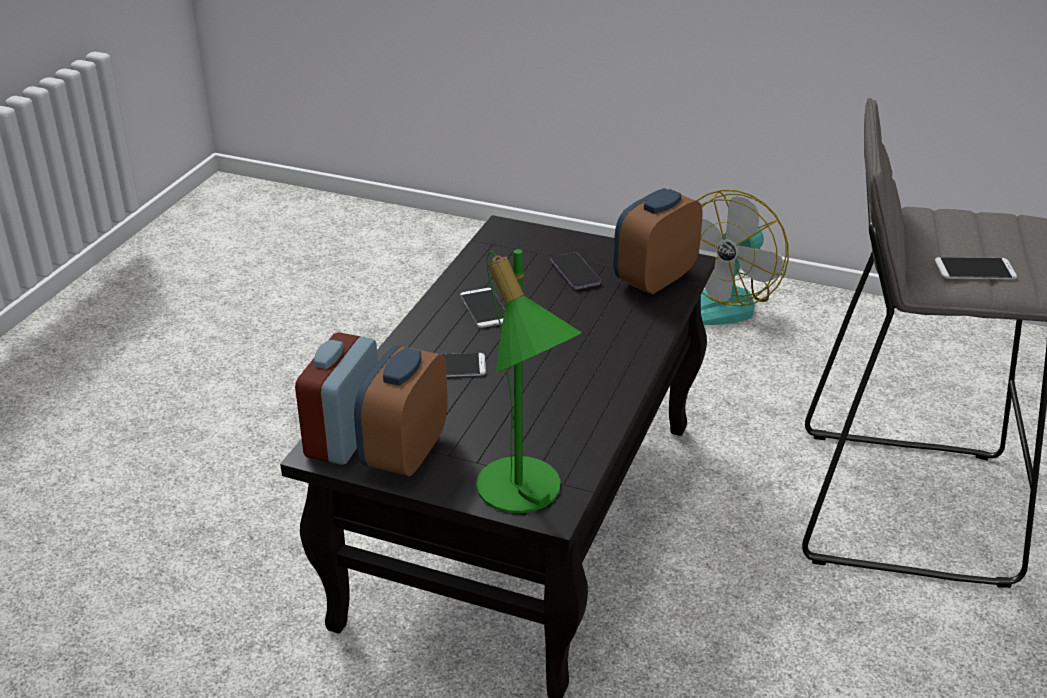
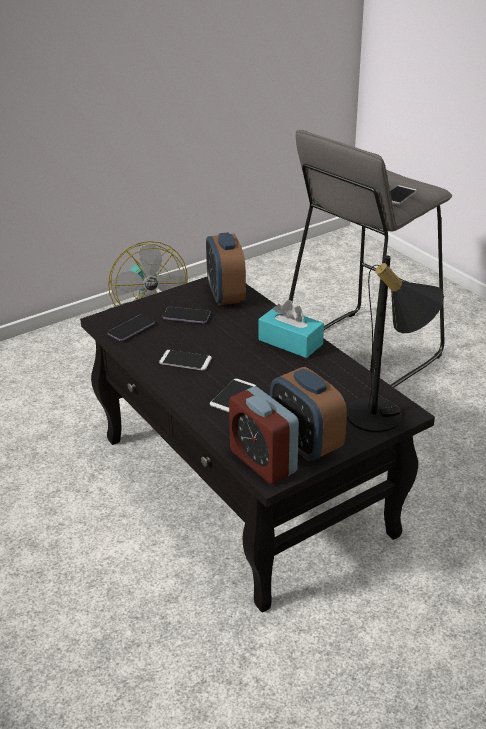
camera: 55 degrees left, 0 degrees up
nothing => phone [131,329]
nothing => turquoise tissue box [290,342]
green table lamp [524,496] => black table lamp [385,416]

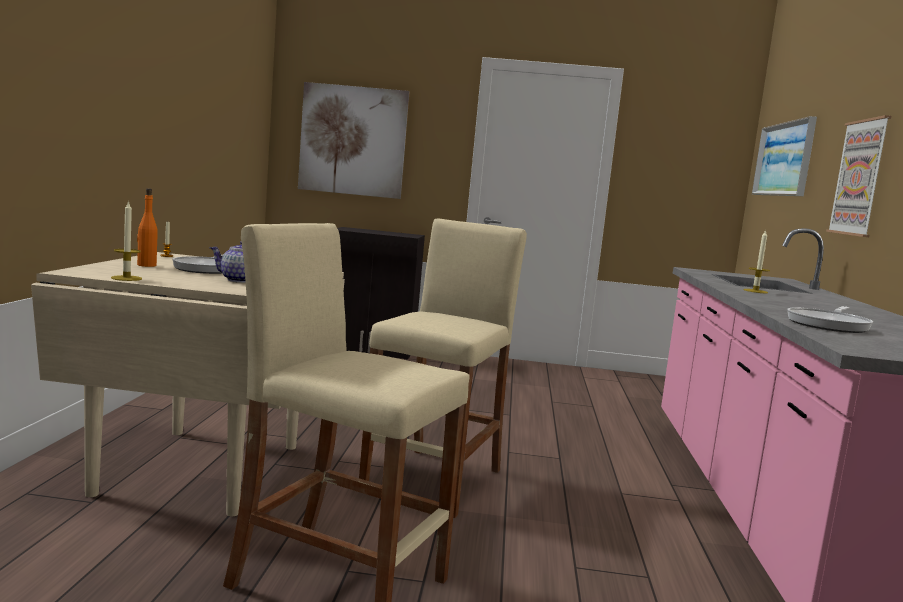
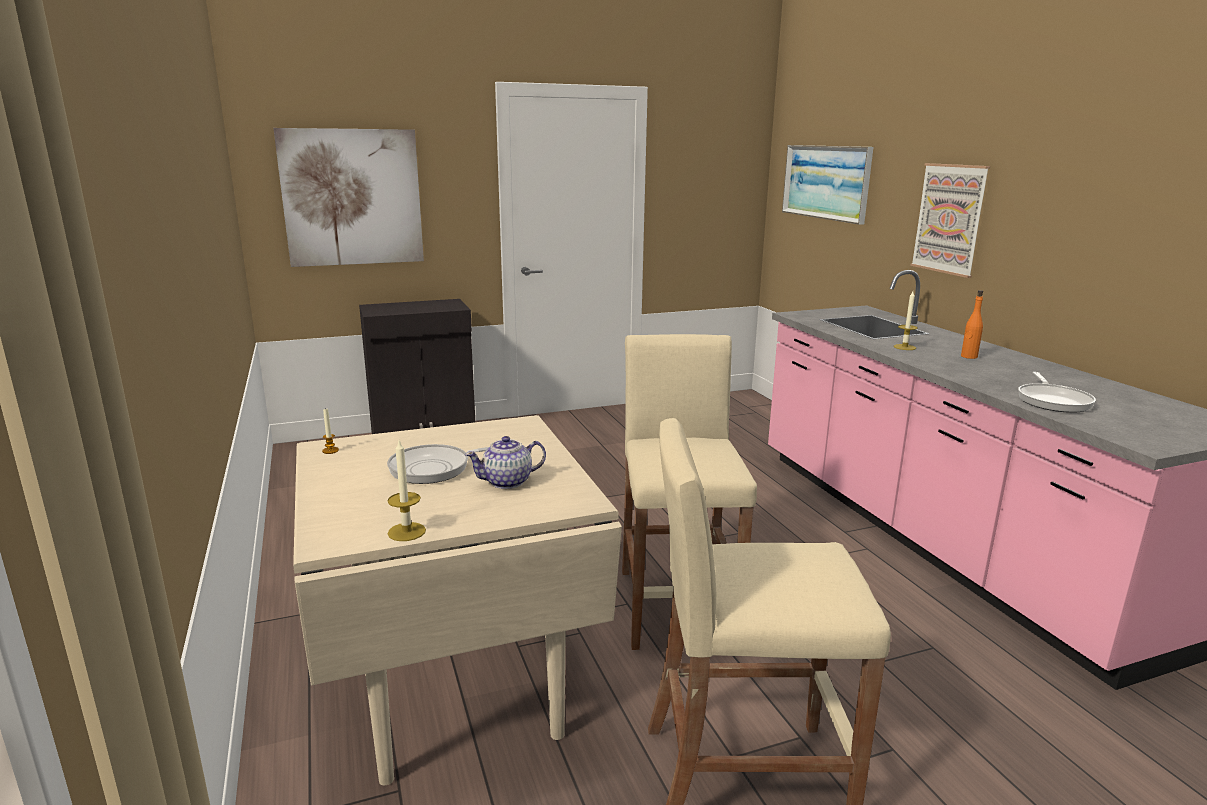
camera: 25 degrees left, 10 degrees up
orange bottle [146,265] => orange bottle [968,356], move

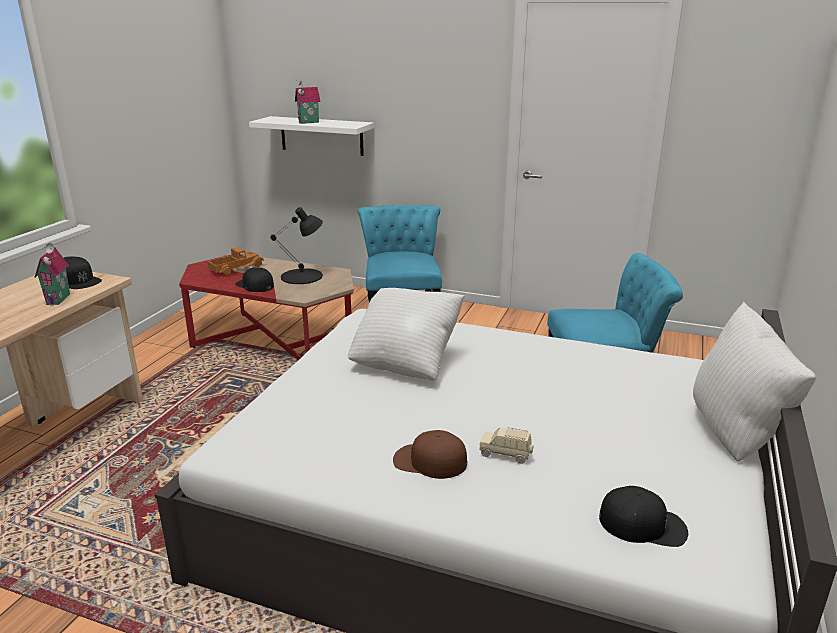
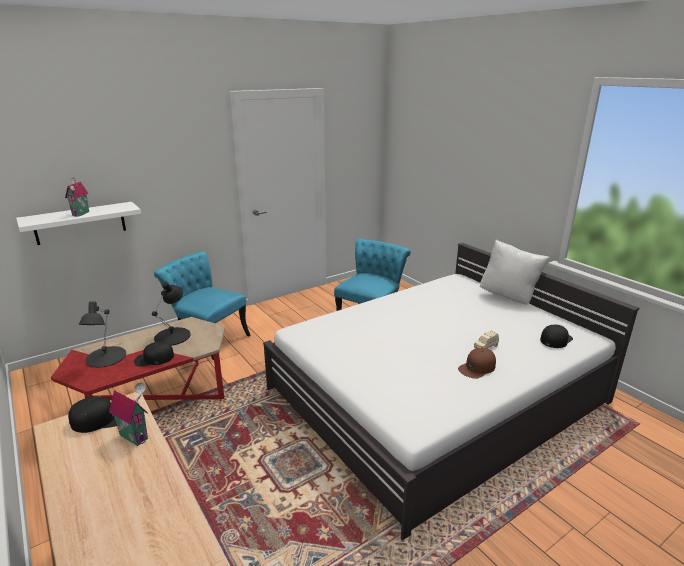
camera: 55 degrees left, 0 degrees up
white pillow [406,361] => nothing
toy truck [236,268] => black table lamp [105,357]

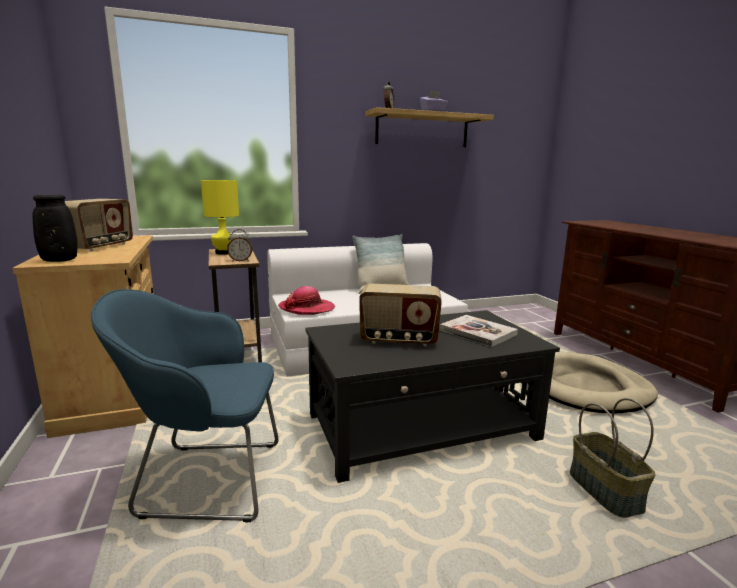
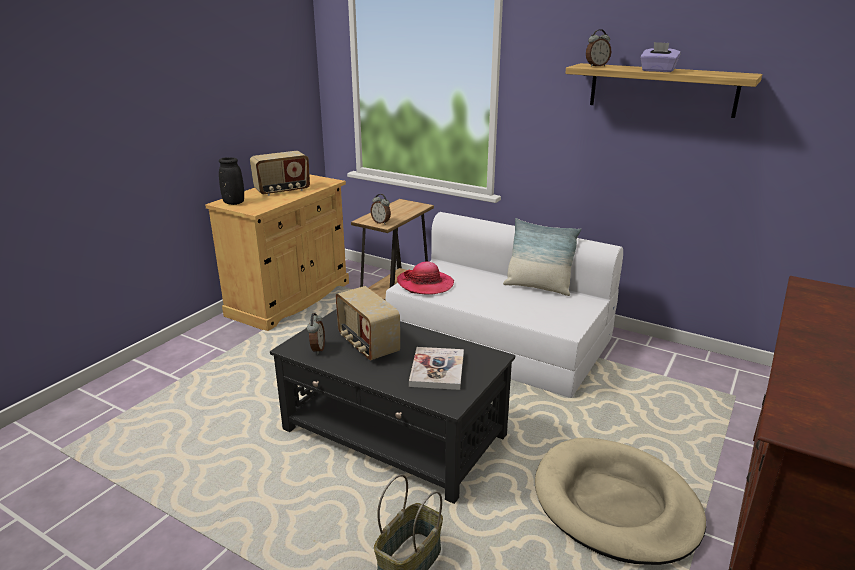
camera: 50 degrees right, 10 degrees up
blue armchair [205,479] => nothing
yellow table lamp [224,253] => nothing
nothing => alarm clock [317,349]

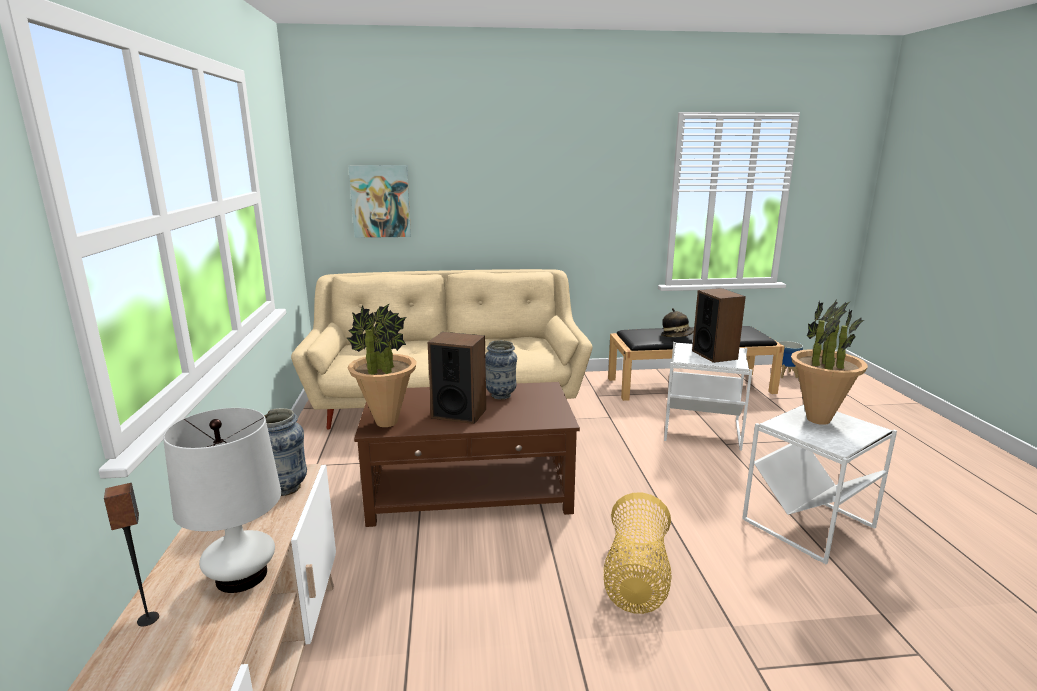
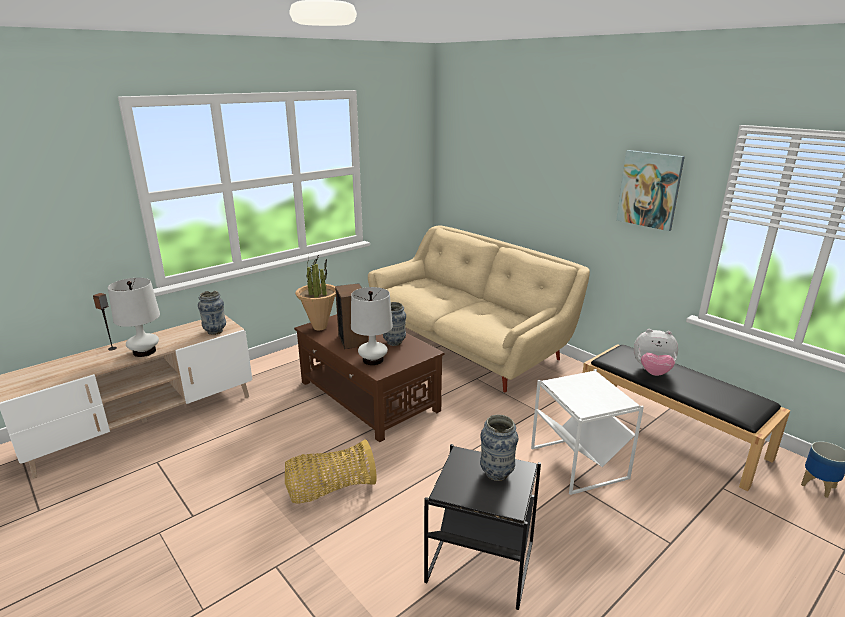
camera: 55 degrees right, 5 degrees up
speaker [714,355] => nothing
nothing => white table lamp [373,360]
picture [380,201] => picture [649,189], move
hat [677,336] => plush toy [652,372]
potted plant [817,419] => vase [496,473]
white side table [809,524] => black side table [481,563]

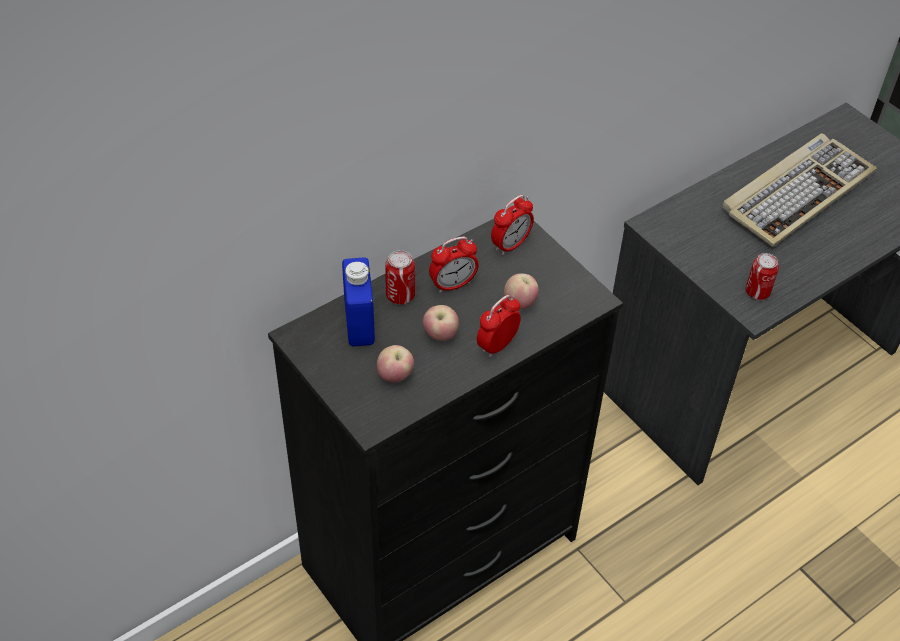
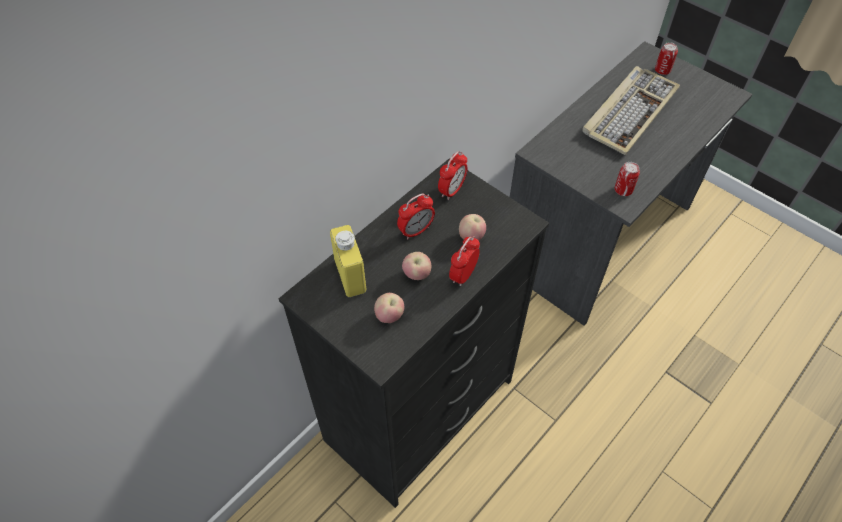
camera: 10 degrees left, 5 degrees up
can [400,295] => can [662,70], move
blue bottle [359,323] => yellow bottle [350,276]

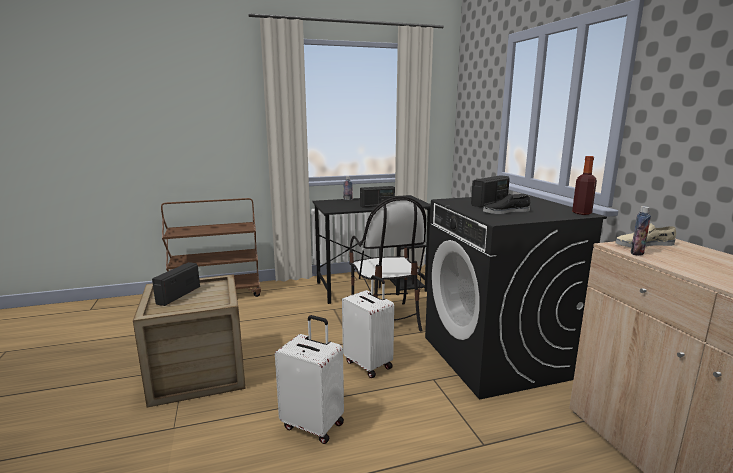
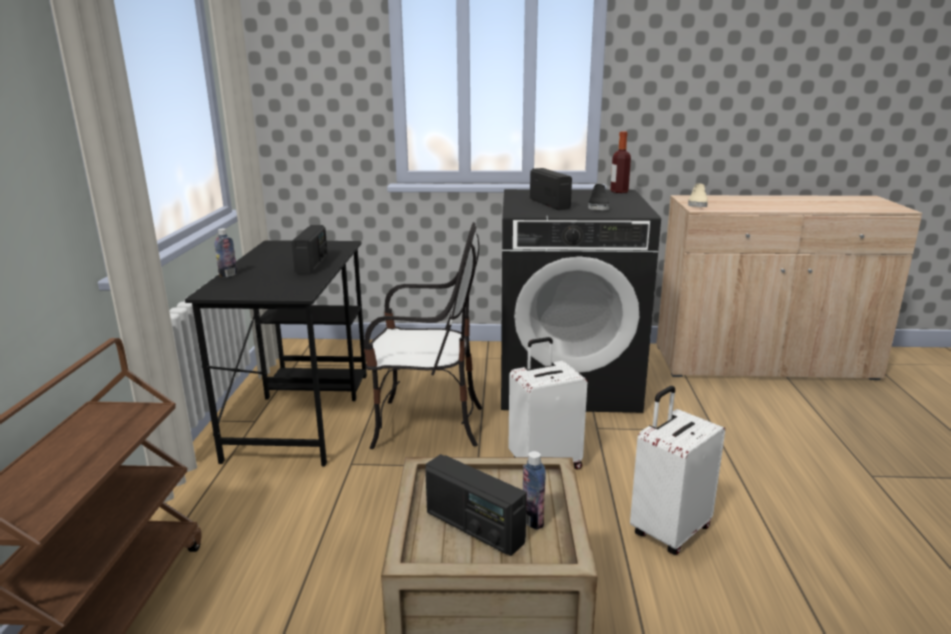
camera: 70 degrees left, 5 degrees up
bottle [637,253] => bottle [532,521], move

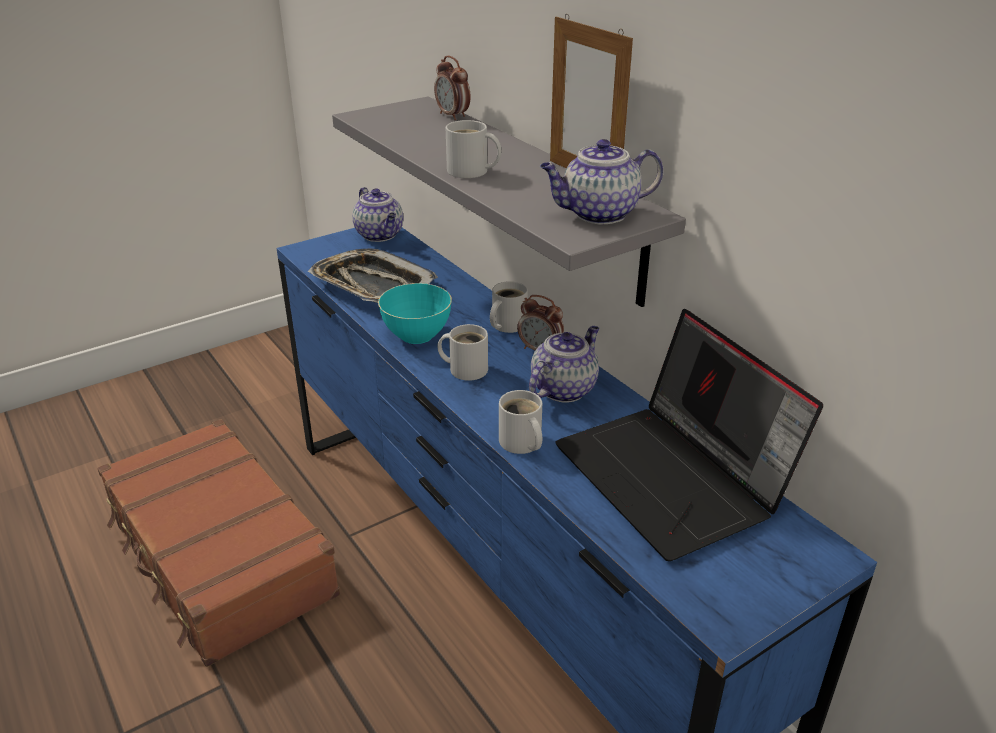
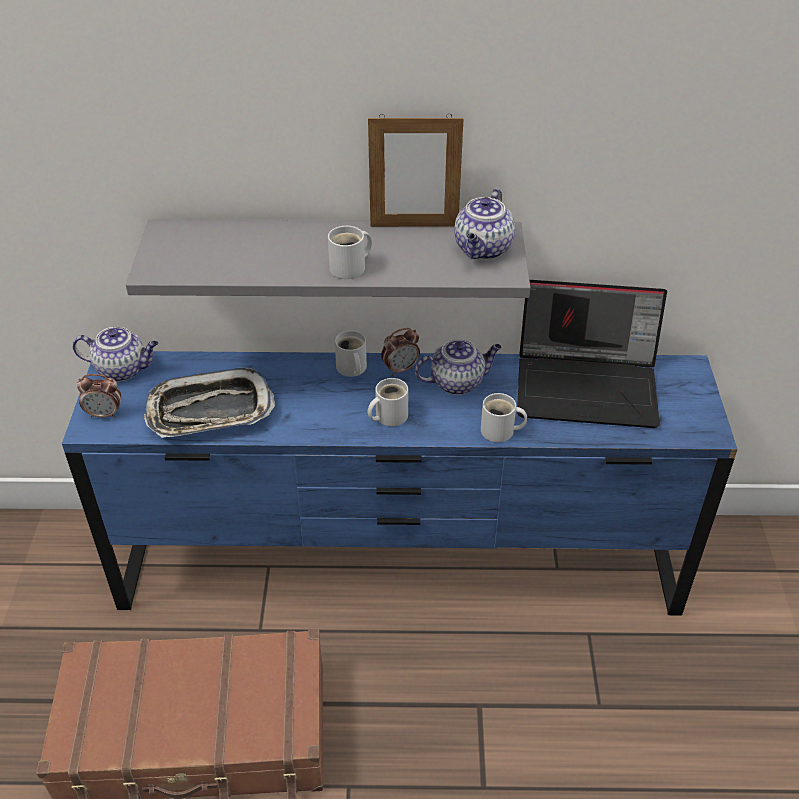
camera: 55 degrees left, 10 degrees up
turquoise bowl [417,335] => nothing
alarm clock [453,116] => alarm clock [105,414], move
teapot [563,388] => teapot [458,382], 90 degrees clockwise

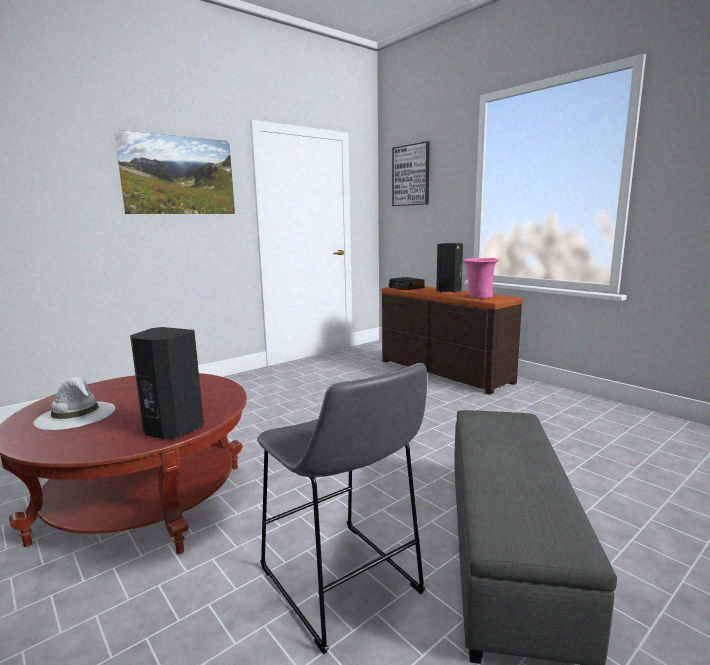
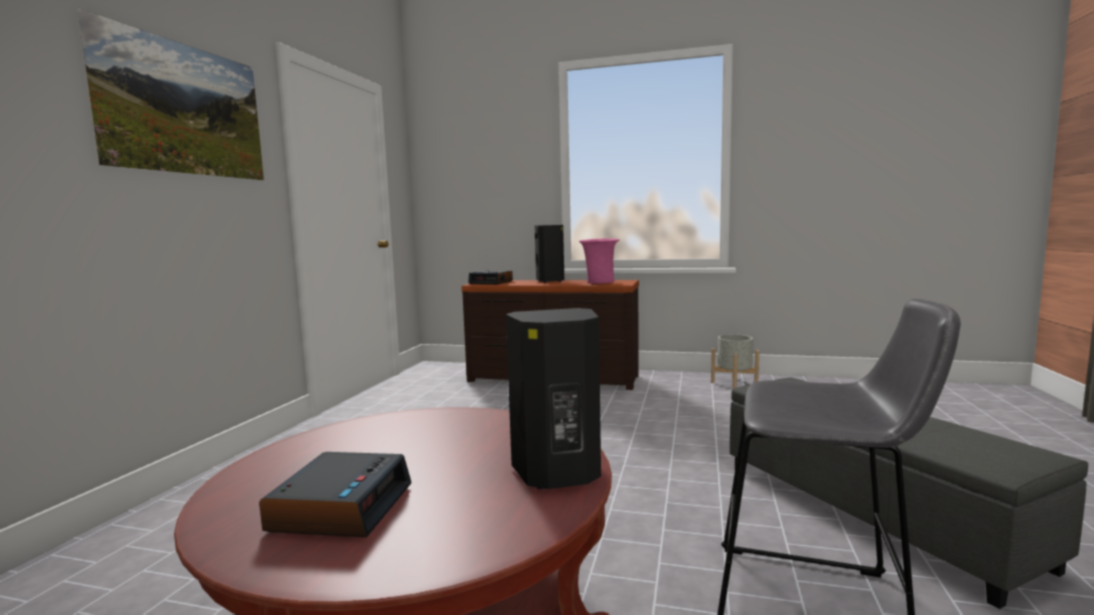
camera: 35 degrees left, 5 degrees down
picture [411,175] => nothing
nothing => grey planter [734,383]
white hat [76,415] => alarm clock [341,507]

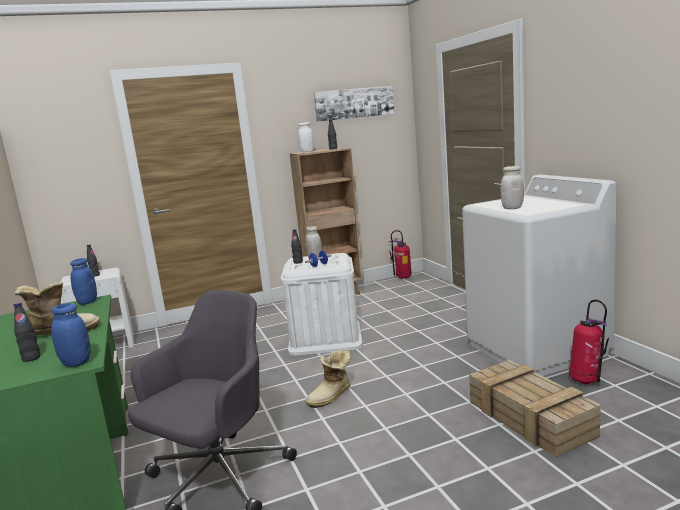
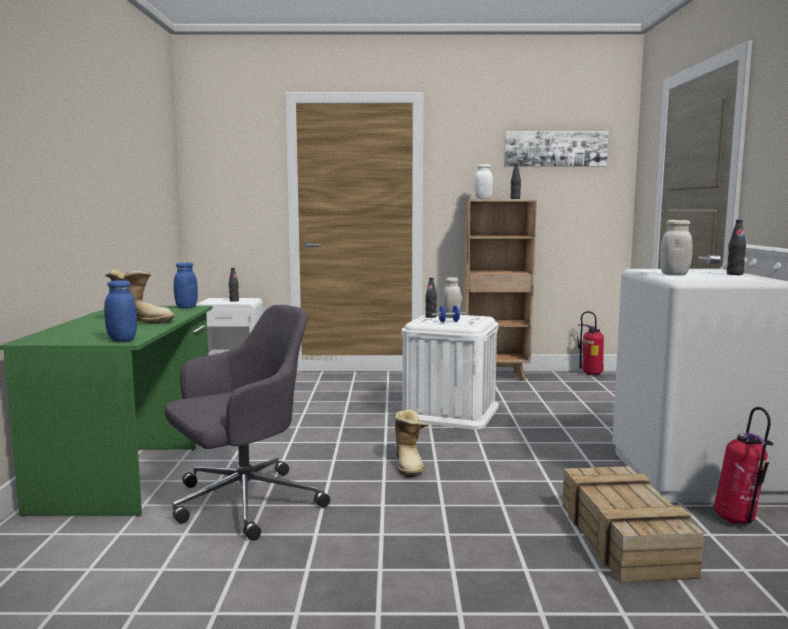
camera: 20 degrees right, 5 degrees down
black bottle [31,358] => black bottle [734,274], move
boot [332,397] => boot [410,465], 75 degrees counterclockwise

